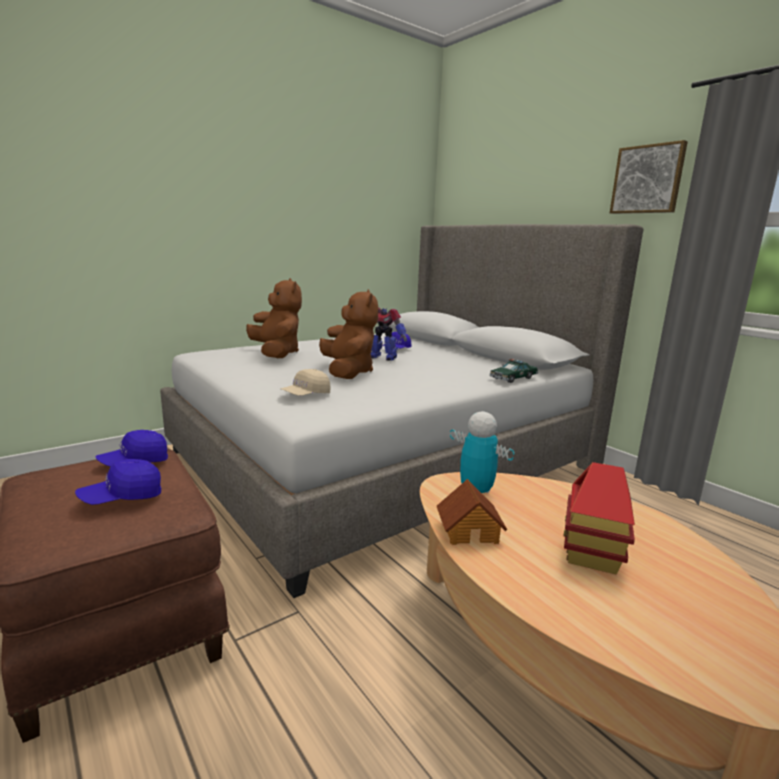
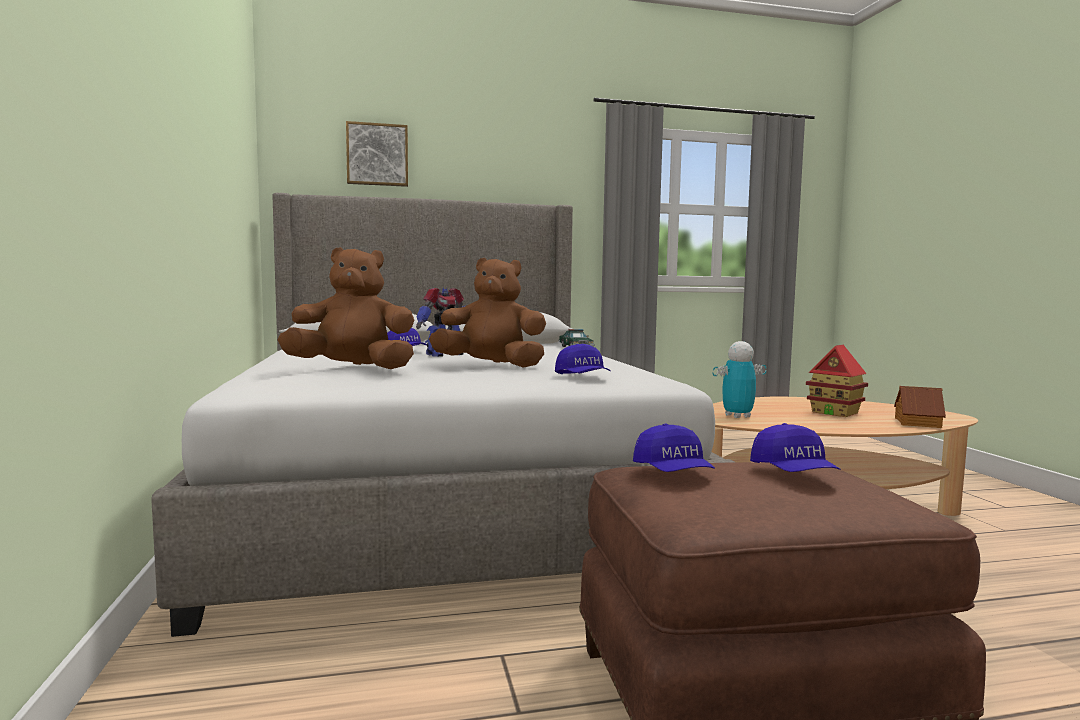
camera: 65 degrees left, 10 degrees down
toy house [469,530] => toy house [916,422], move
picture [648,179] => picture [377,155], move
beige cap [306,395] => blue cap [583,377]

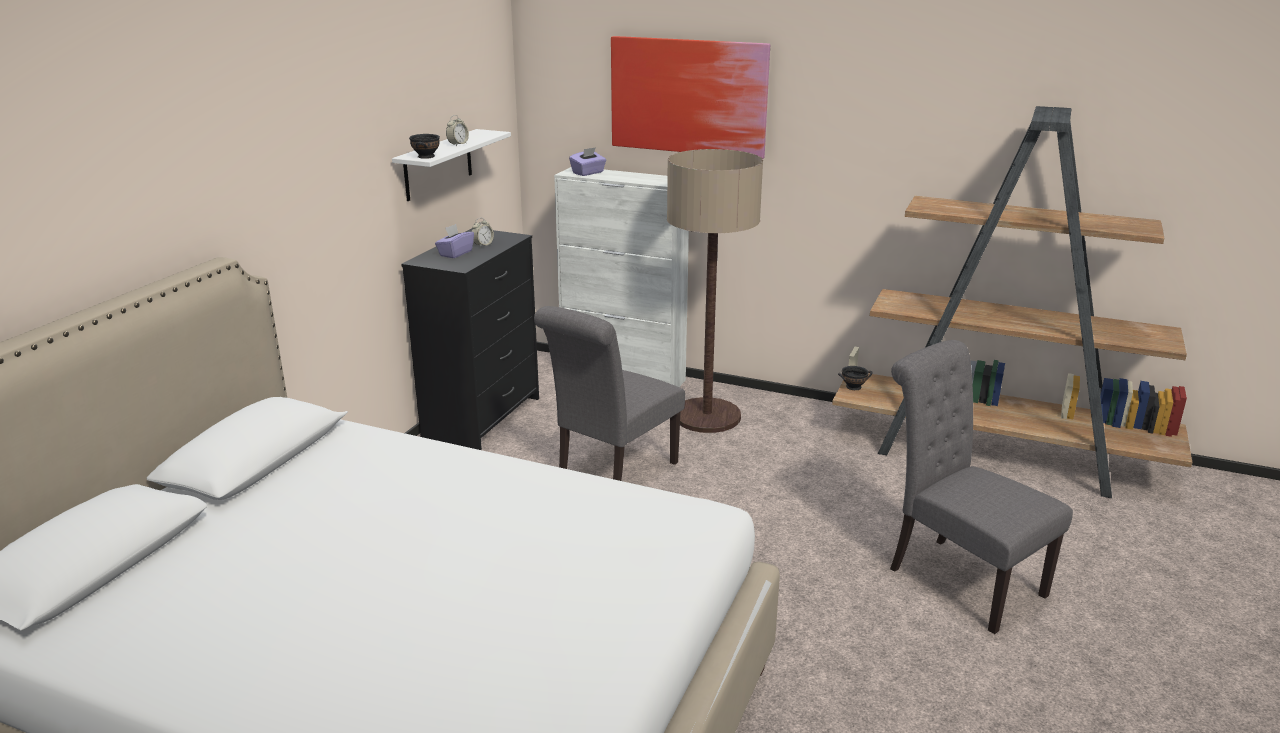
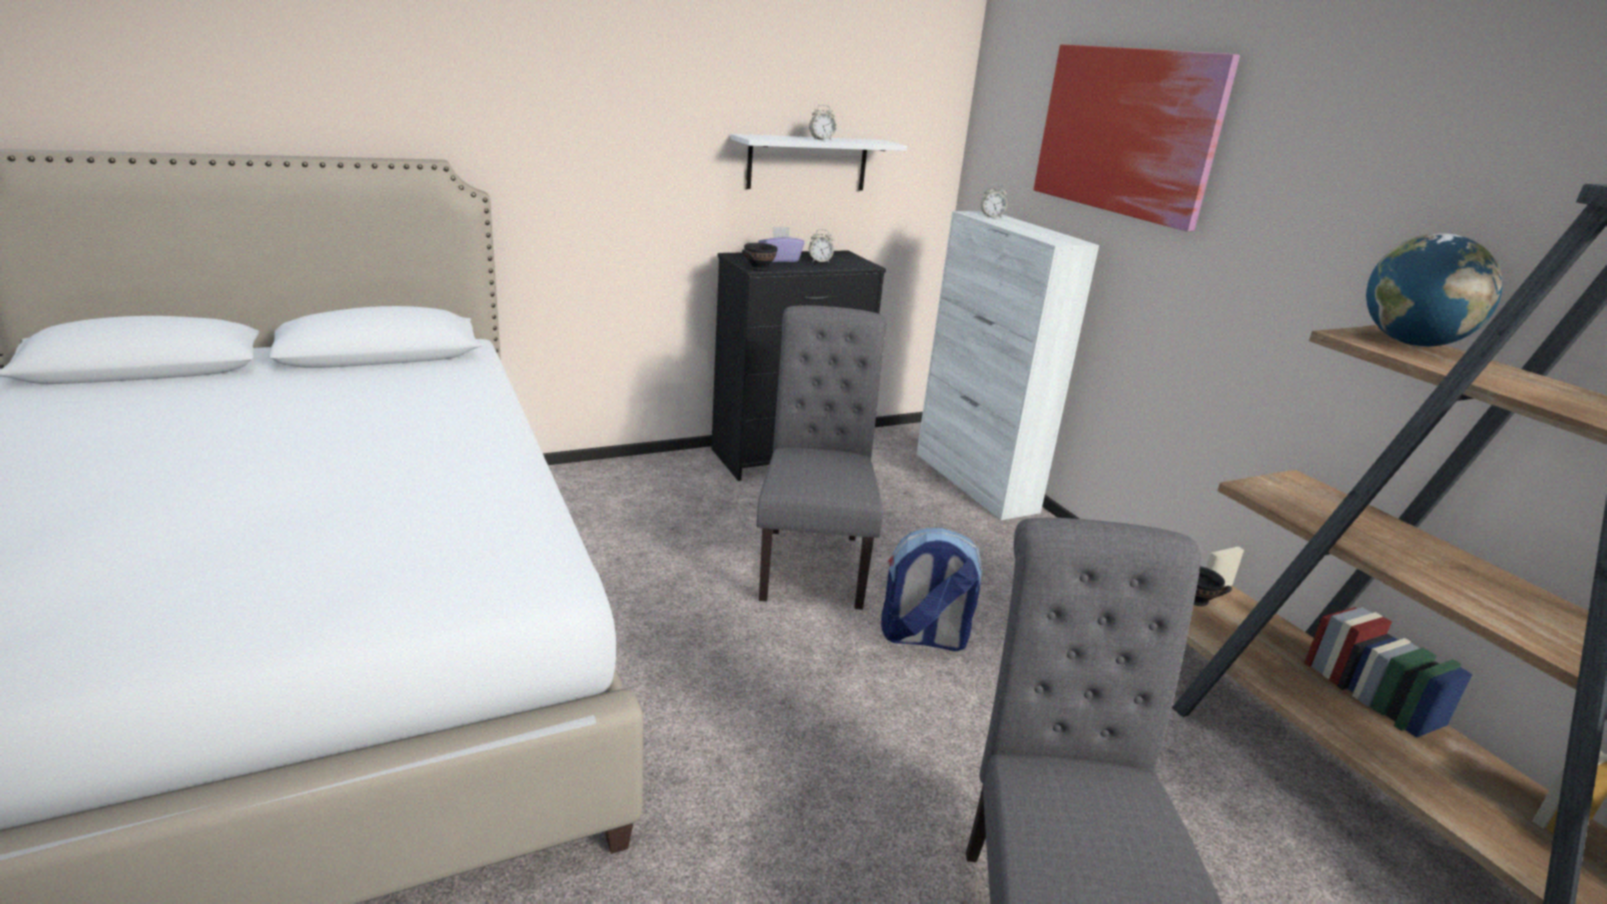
camera: 40 degrees right, 0 degrees up
floor lamp [707,416] => nothing
nothing => backpack [923,638]
nothing => globe [1411,343]
black bowl [425,157] => black bowl [758,268], move
purple tissue box [588,173] => alarm clock [991,217]
grey chair [612,476] => grey chair [812,561], 105 degrees clockwise

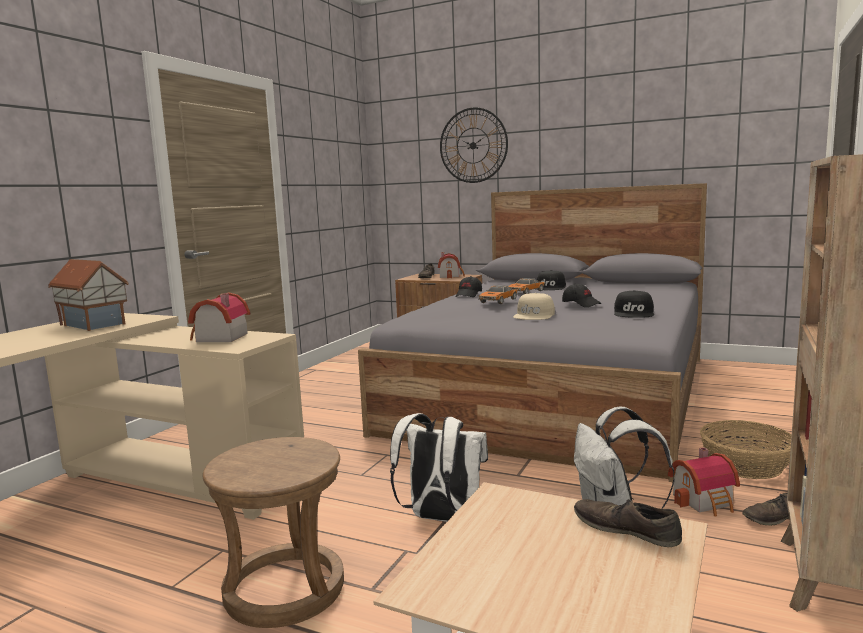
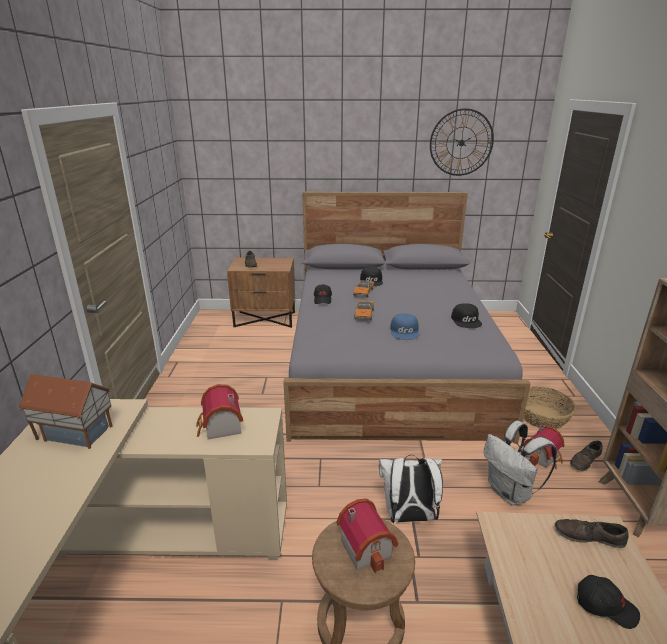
camera: 25 degrees left, 15 degrees up
toy house [451,276] => toy house [368,546], move
wall clock [473,145] => wall clock [461,142], move
black cap [581,304] => black cap [605,606], move
beige cap [534,315] => blue cap [405,331]

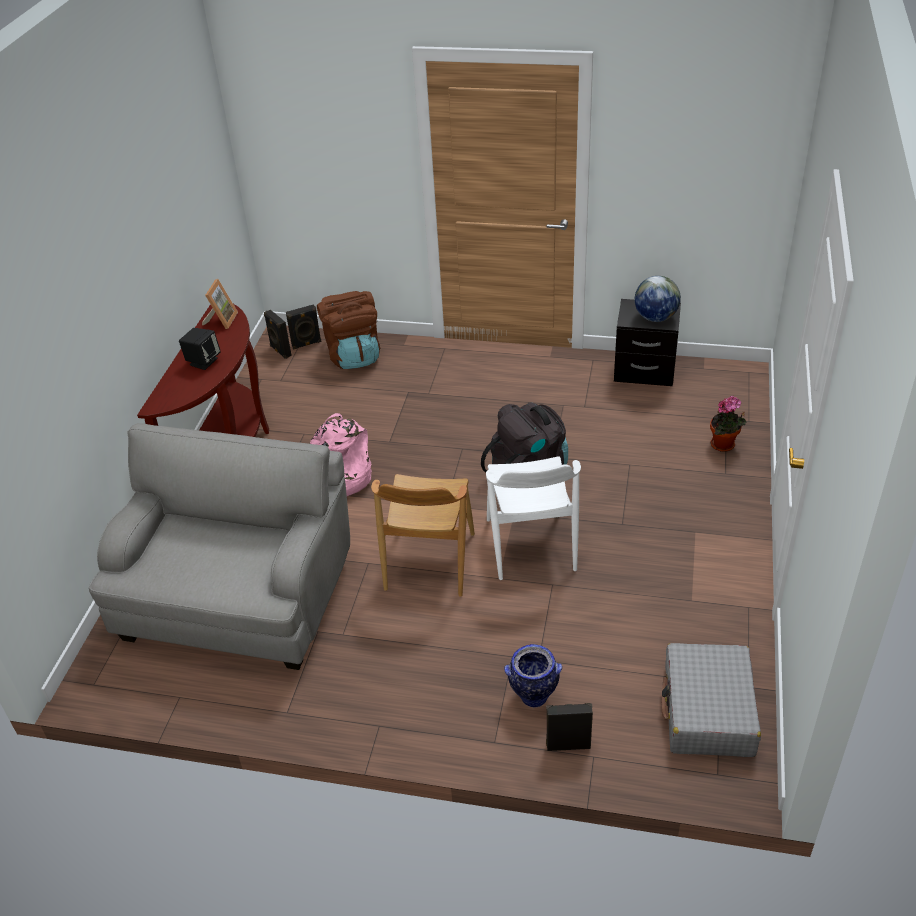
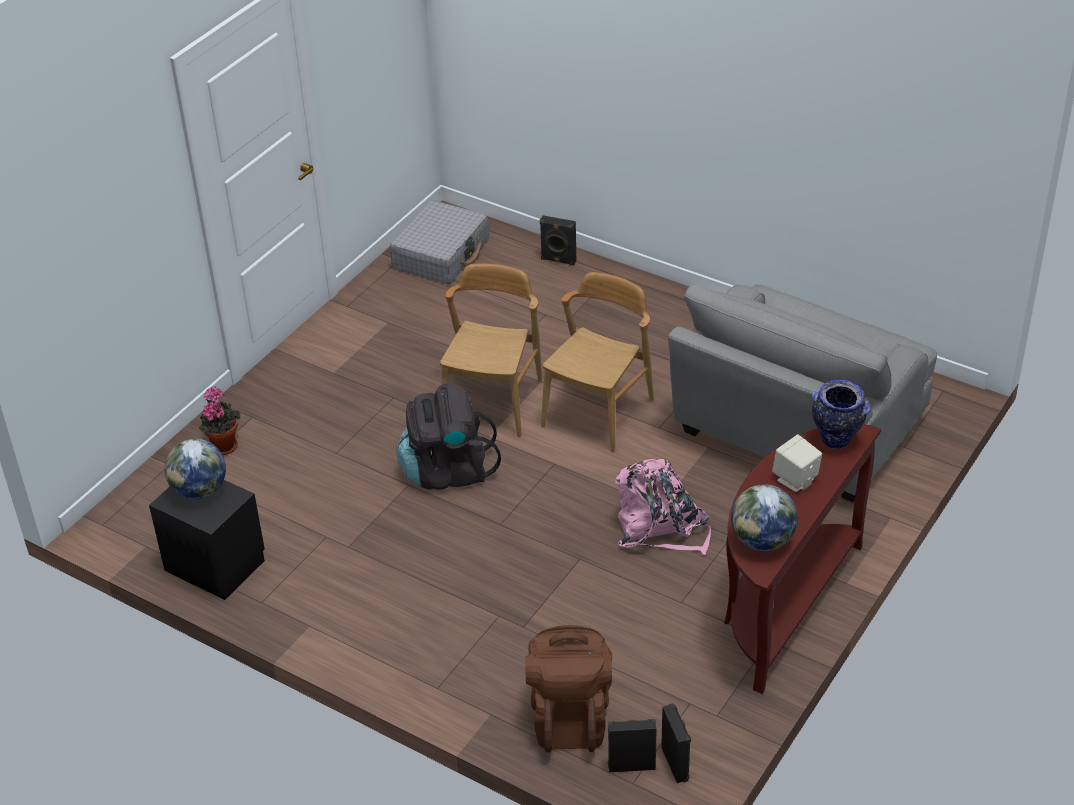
camera: 160 degrees left, 0 degrees up
vase [533,697] => vase [836,440], move
picture frame [221,320] => globe [762,541]
black speaker [203,361] => beige speaker [795,480]
white chair [530,545] => brown chair [493,402]

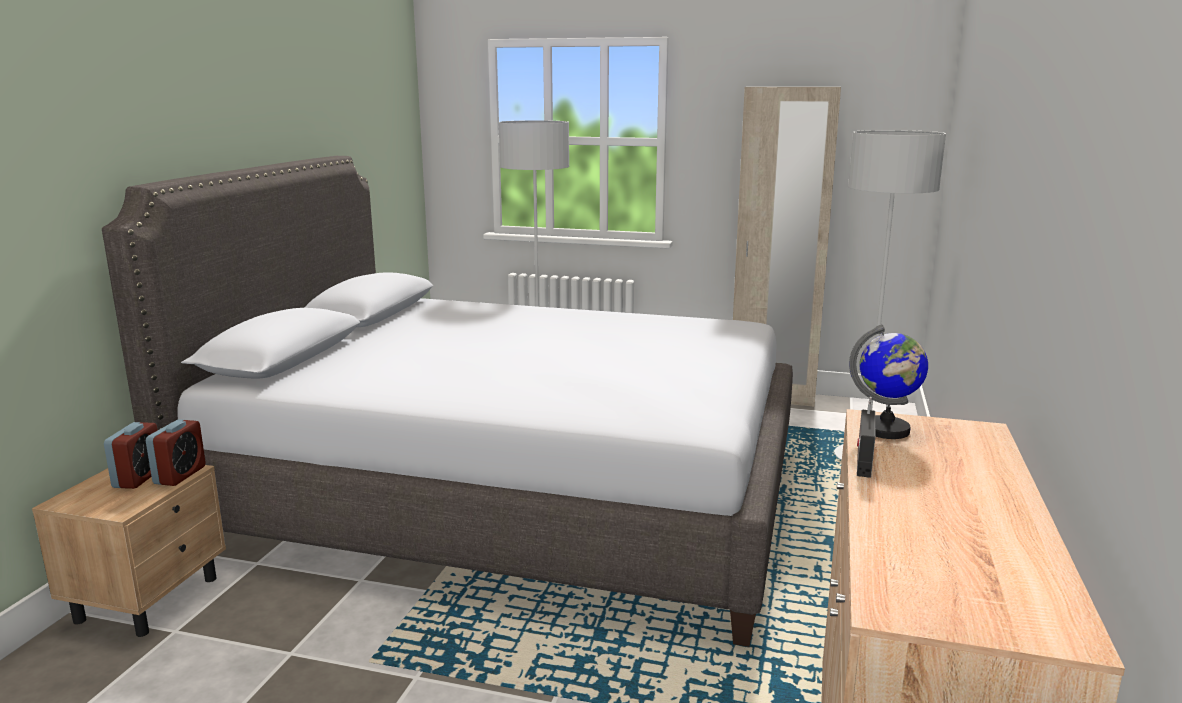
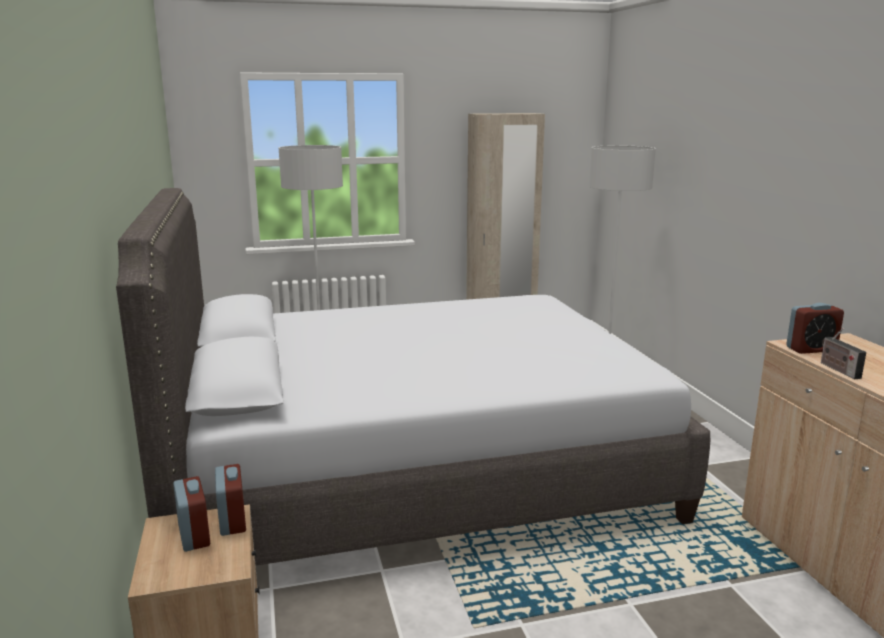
camera: 30 degrees left, 0 degrees up
globe [886,430] => alarm clock [811,349]

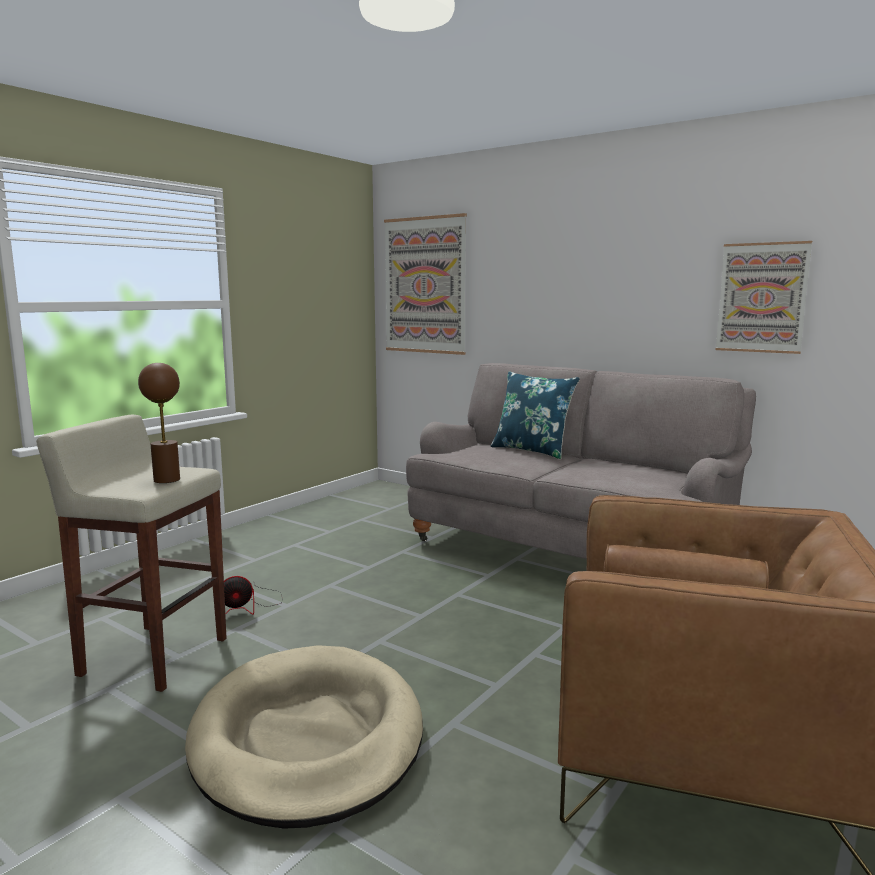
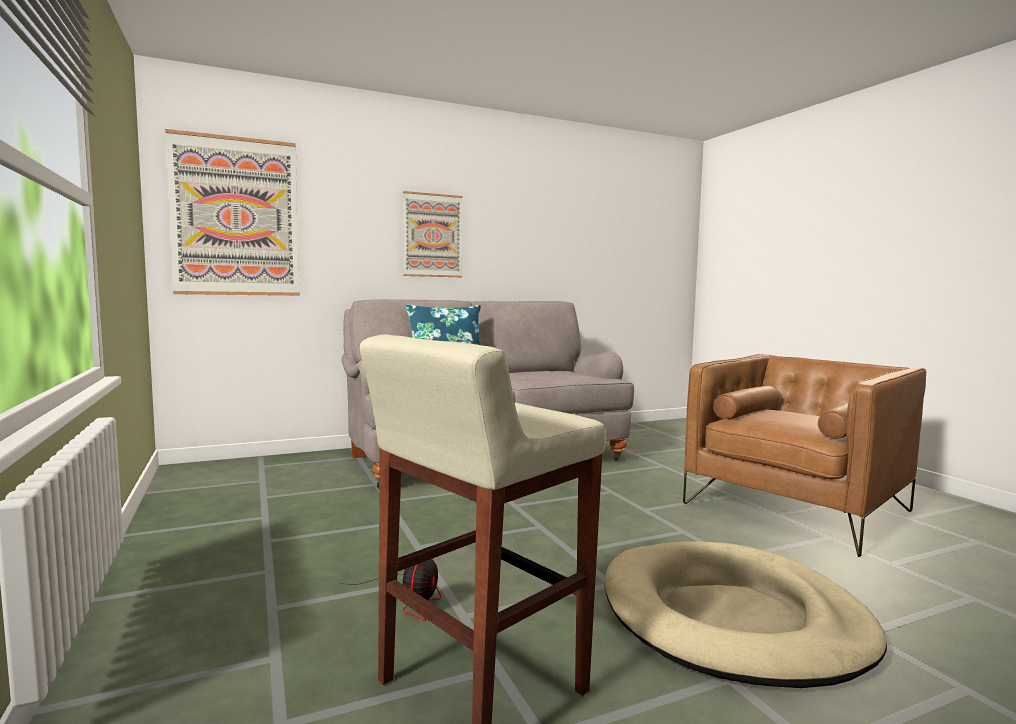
camera: 60 degrees left, 5 degrees down
brown table lamp [167,480] => nothing
picture [762,298] => picture [432,235], move

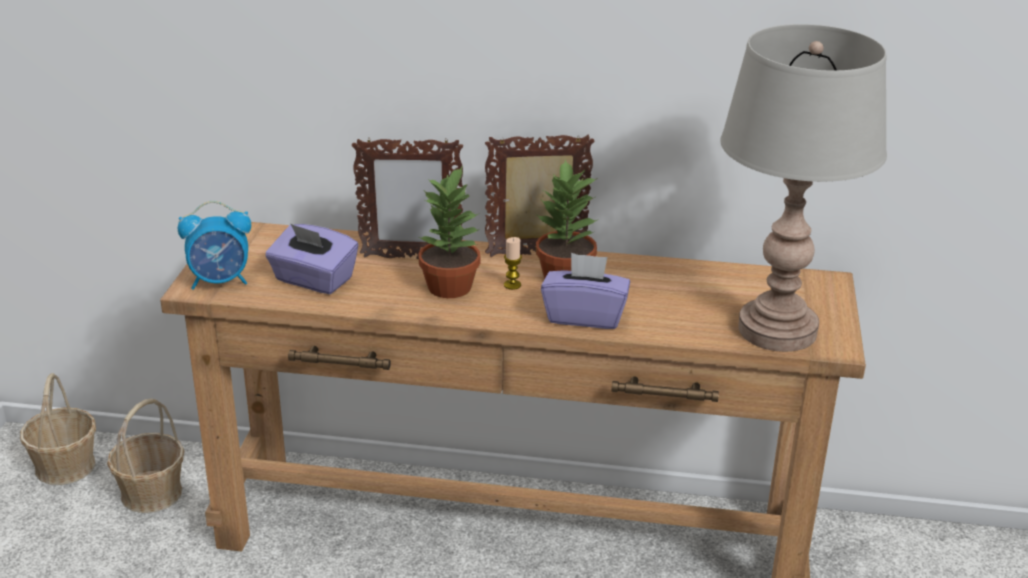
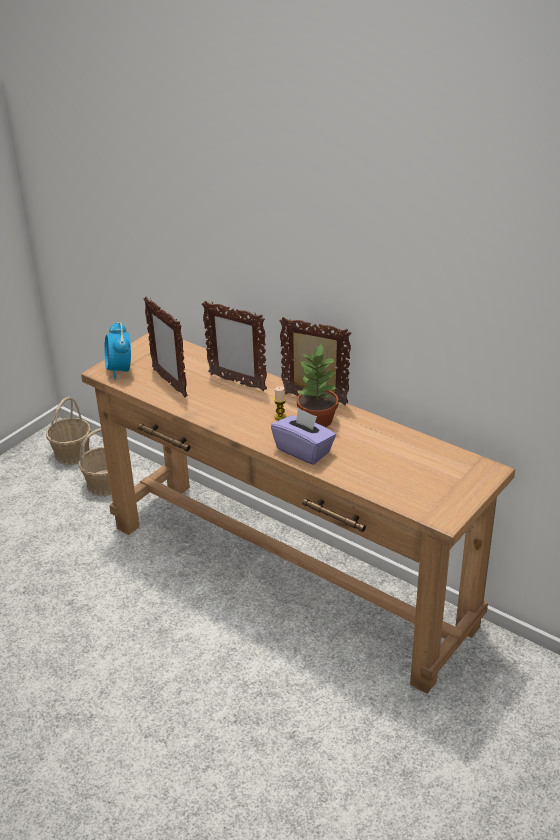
camera: 30 degrees right, 5 degrees up
potted plant [451,287] => nothing
grey table lamp [777,330] => nothing
purple tissue box [313,280] => picture frame [169,383]
alarm clock [220,281] => alarm clock [120,370], 60 degrees clockwise

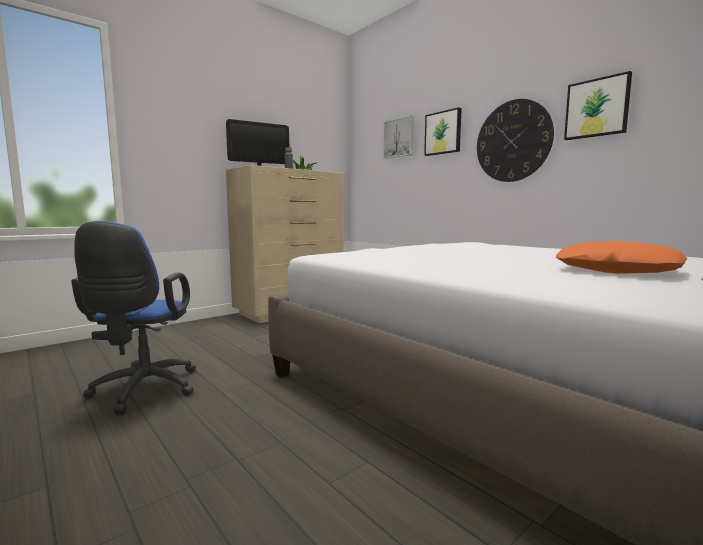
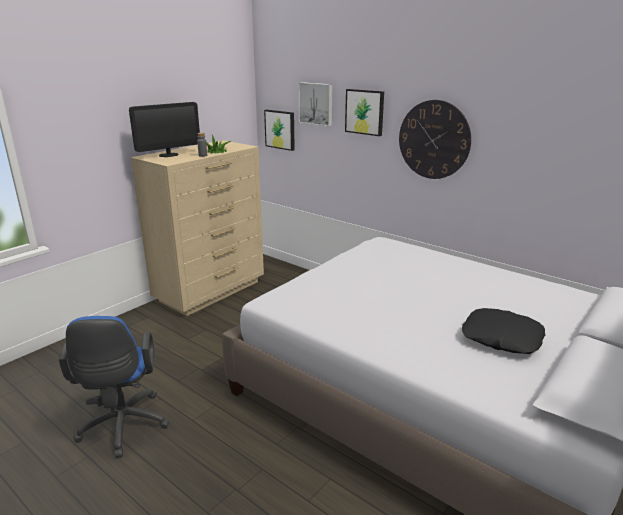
camera: 10 degrees left, 15 degrees up
picture [597,108] => picture [280,129], move
orange pillow [616,271] => black pillow [501,338]

